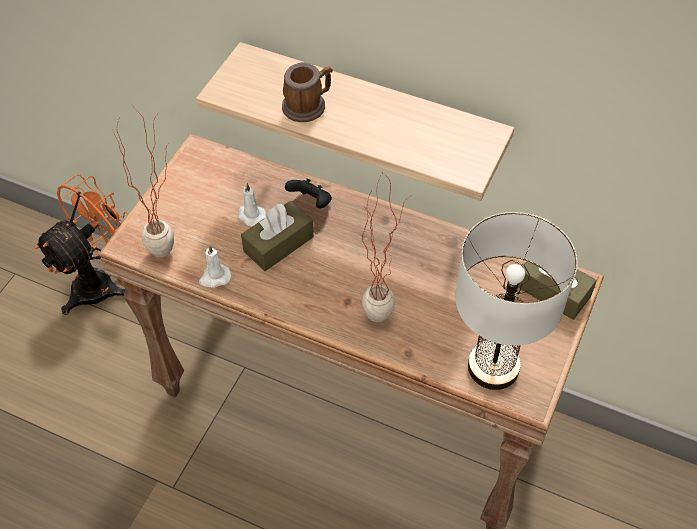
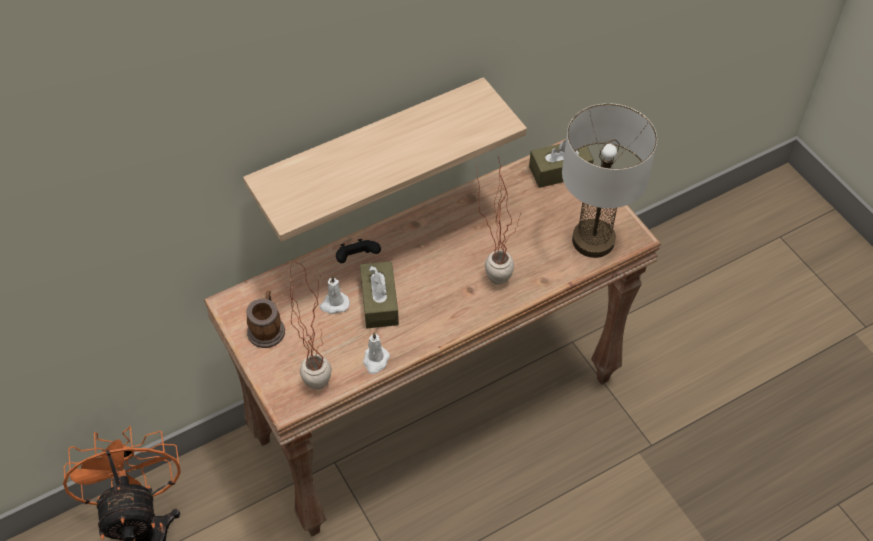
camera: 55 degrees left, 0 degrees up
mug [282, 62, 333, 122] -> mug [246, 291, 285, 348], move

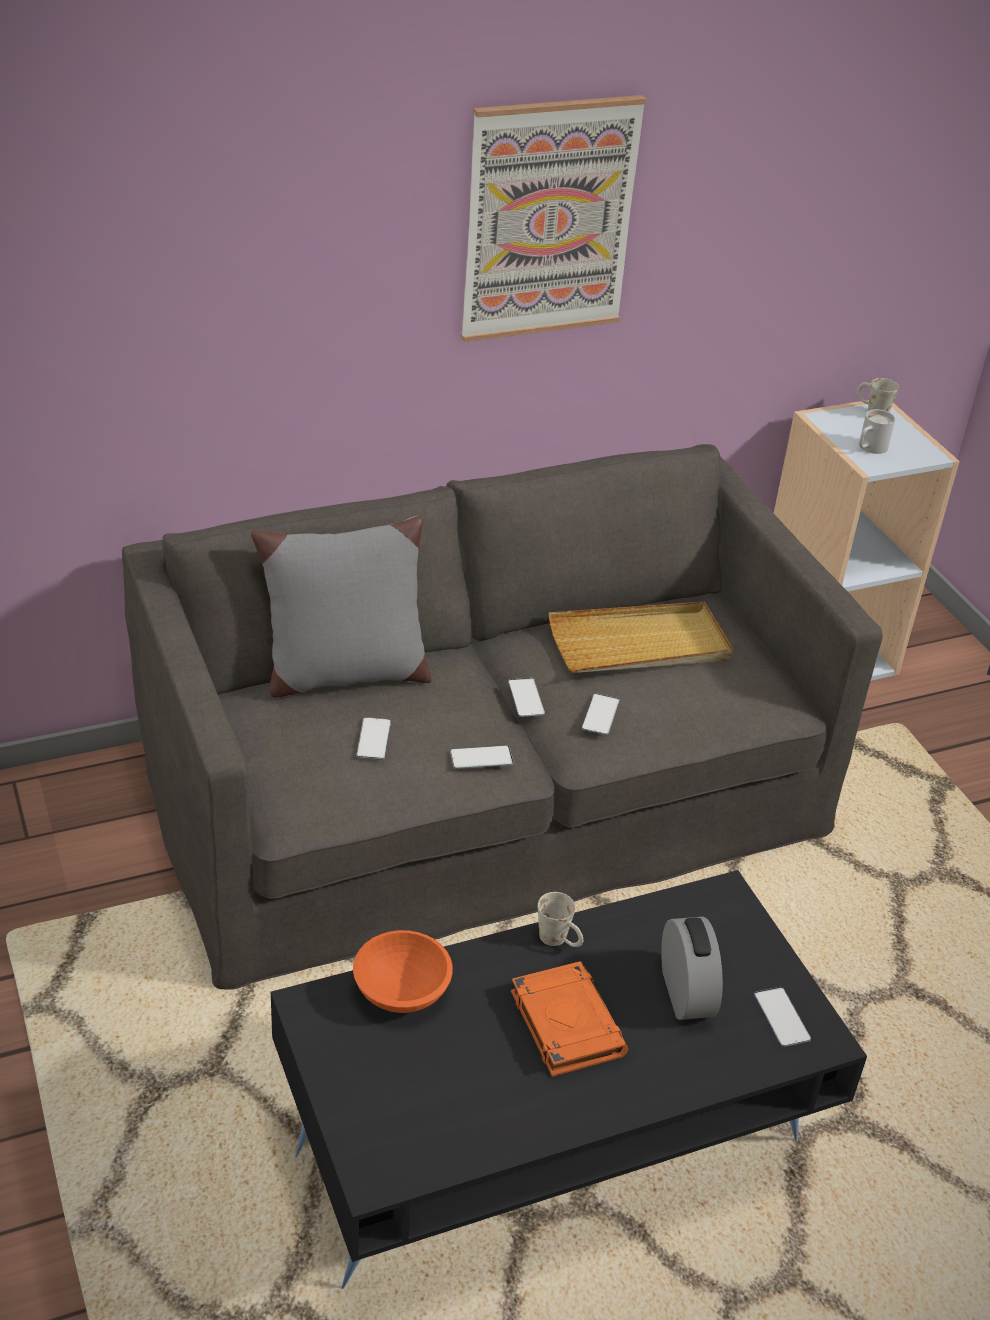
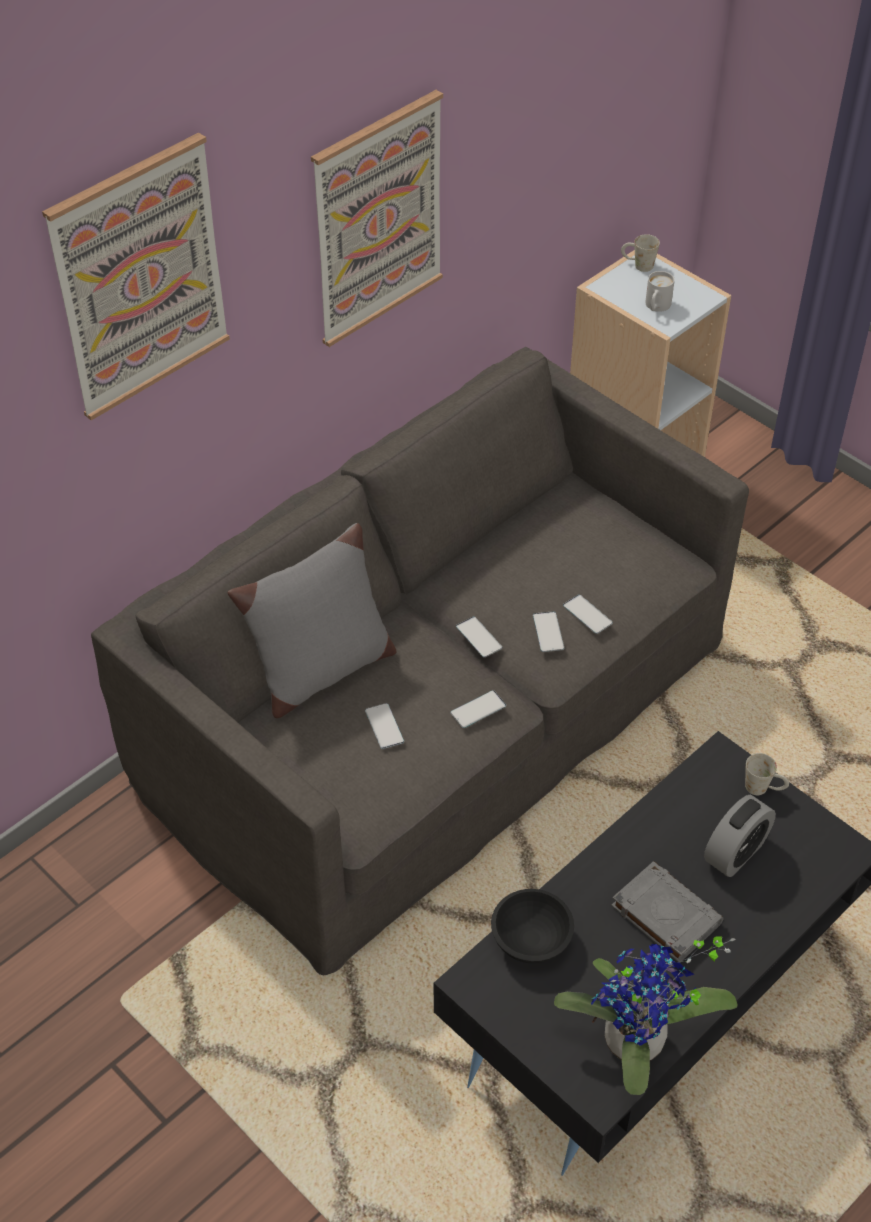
camera: 20 degrees left, 10 degrees up
none -> picture [42, 133, 230, 420]
bowl in orange [353, 930, 453, 1013] -> bowl in black [491, 889, 574, 964]
none -> potted plant [554, 937, 738, 1095]
phone [754, 987, 811, 1047] -> phone [563, 594, 613, 634], move
book in orange [511, 961, 628, 1077] -> book in grey [611, 861, 723, 962]
alarm clock [661, 917, 723, 1020] -> alarm clock [704, 795, 776, 877], 75 degrees clockwise
mug in white [538, 892, 583, 947] -> mug in white [745, 753, 789, 795], move
tray in beige [549, 602, 733, 673] -> none

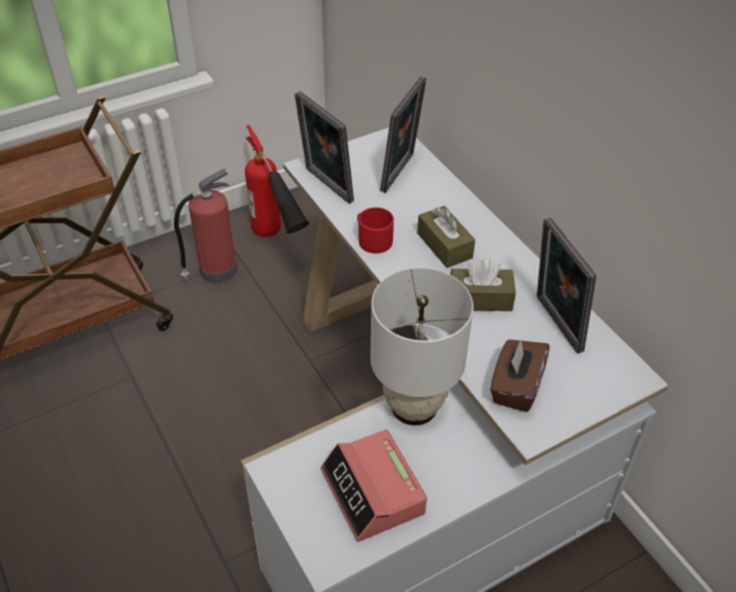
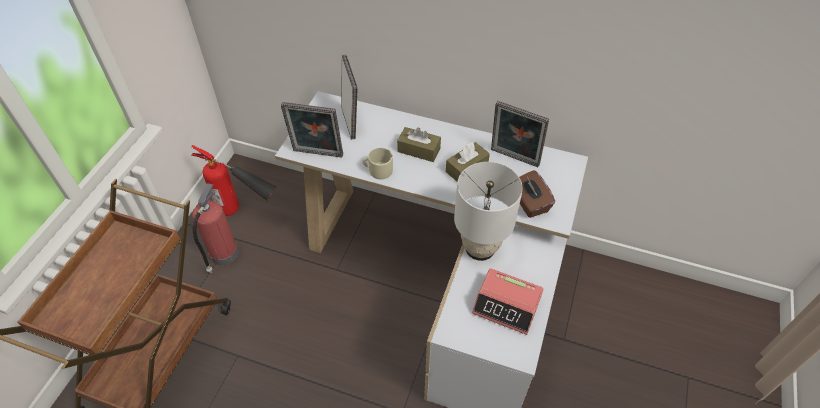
camera: 40 degrees left, 5 degrees up
mug in red [357, 207, 394, 254] -> mug in beige [362, 148, 393, 180]

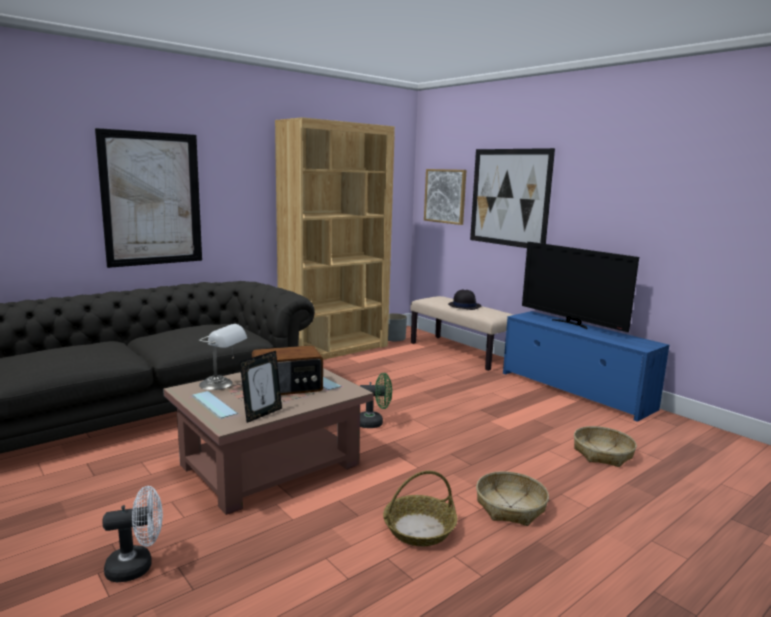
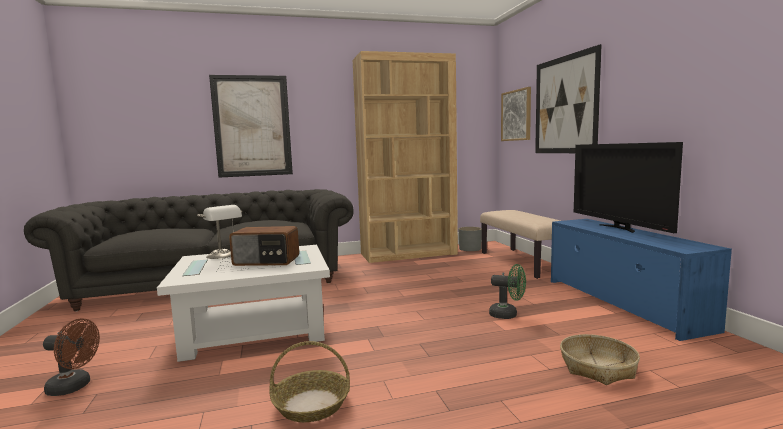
camera: 25 degrees right, 5 degrees down
fan in white [103, 486, 163, 582] -> fan in brown [43, 318, 100, 396]
coffee table in brown [163, 368, 374, 515] -> coffee table in white [157, 245, 330, 362]
fan in green [360, 373, 392, 428] -> fan in green [489, 264, 526, 319], move
picture frame [240, 351, 282, 423] -> none
hat in black [448, 289, 481, 310] -> none
basket [476, 471, 549, 526] -> none

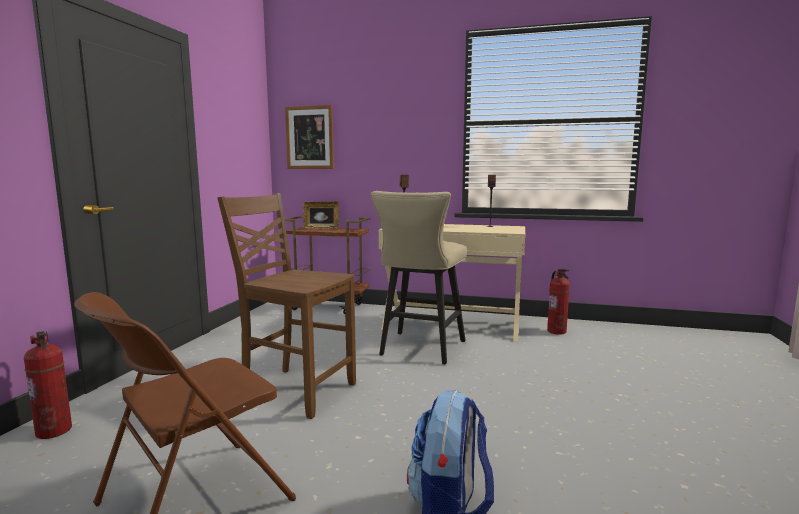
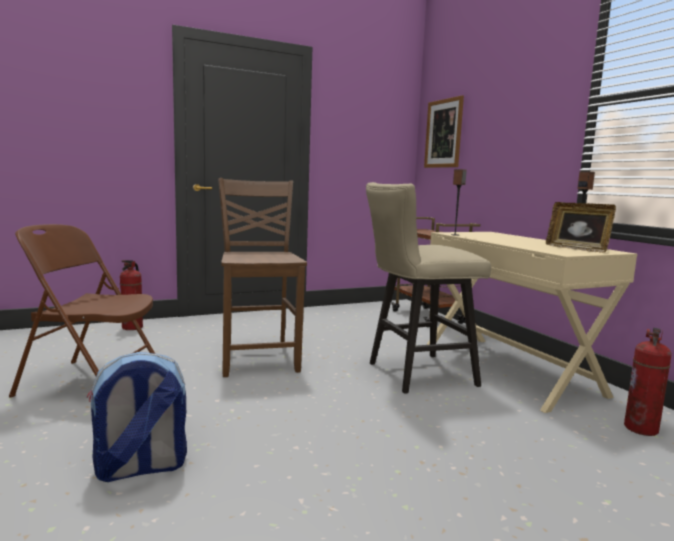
camera: 50 degrees right, 0 degrees up
picture frame [303, 202, 339, 229] -> picture frame [546, 202, 616, 253], move

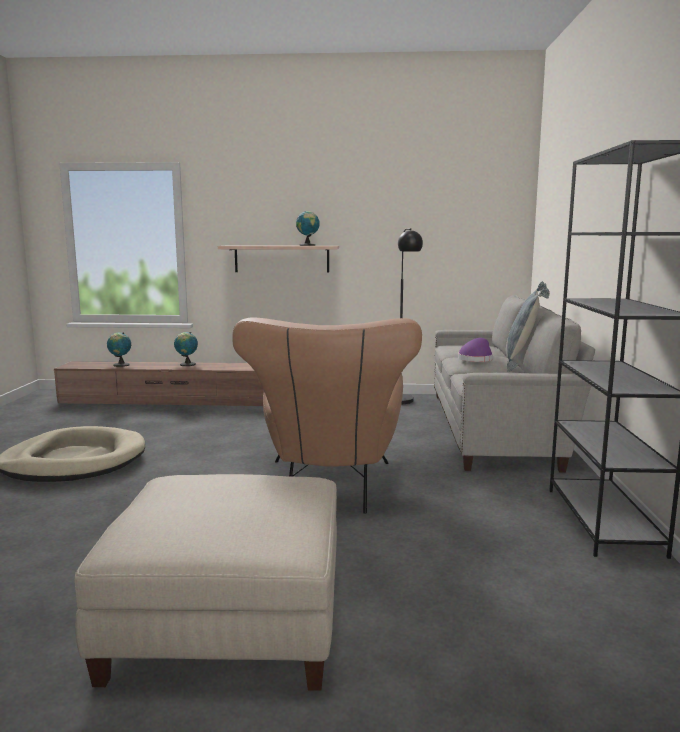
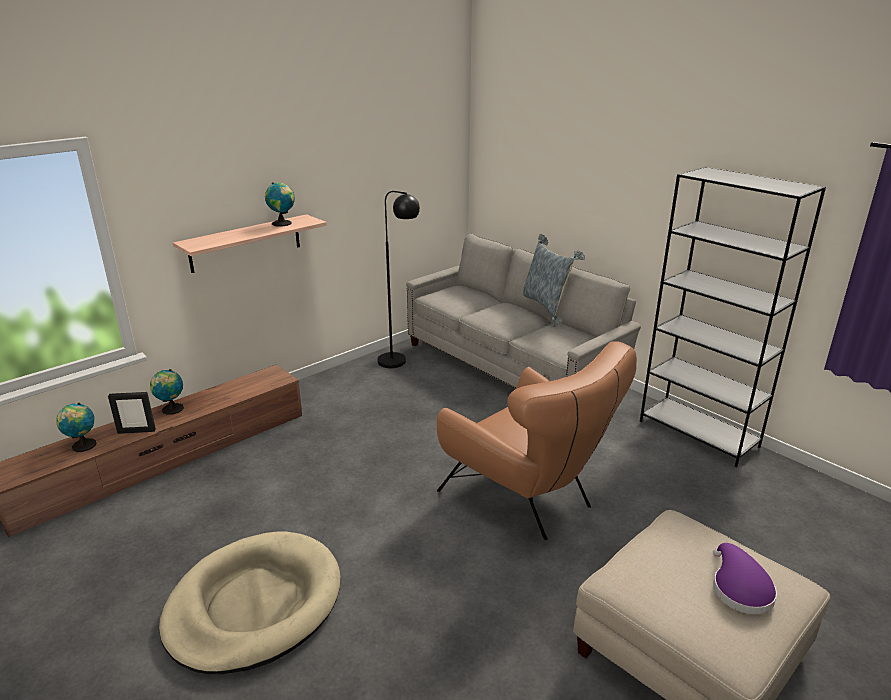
camera: 45 degrees left, 15 degrees up
none -> picture frame [108, 392, 156, 434]
hat in purple [458, 338, 493, 362] -> hat in purple [713, 543, 777, 614], move

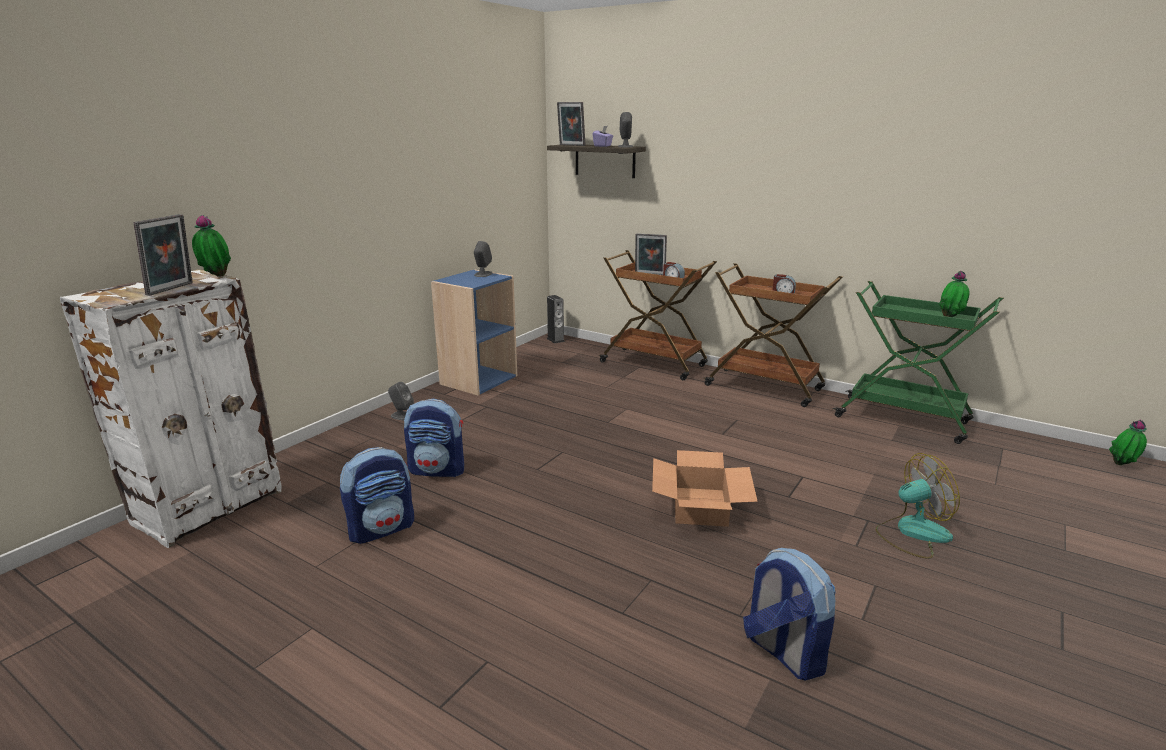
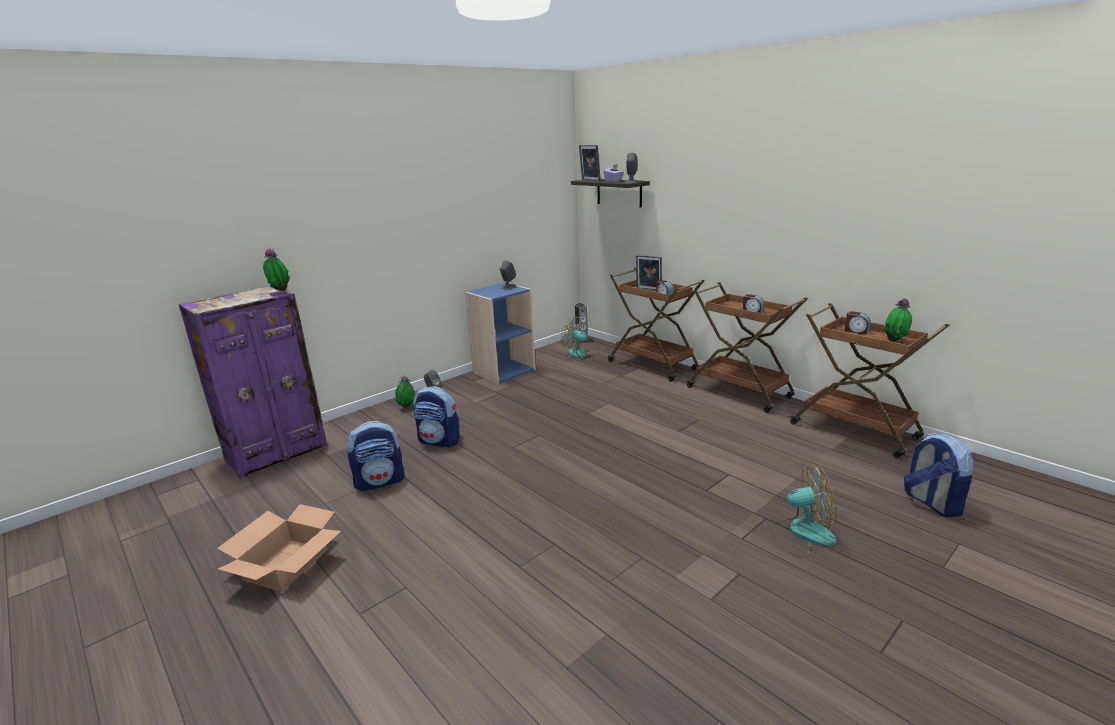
camera: 15 degrees right, 0 degrees up
cabinet in white [60, 269, 282, 548] -> cabinet in purple [179, 286, 327, 479]
cardboard box [652, 450, 758, 527] -> cardboard box [217, 504, 341, 592], move
potted plant [1109, 420, 1147, 465] -> potted plant [395, 376, 414, 408], move
none -> fan [561, 317, 600, 360]
cart in green [833, 281, 1004, 444] -> cart in brown [789, 303, 950, 459]
none -> alarm clock [845, 311, 871, 335]
backpack [743, 548, 835, 681] -> backpack [904, 433, 973, 517], move
picture frame [133, 214, 193, 296] -> none

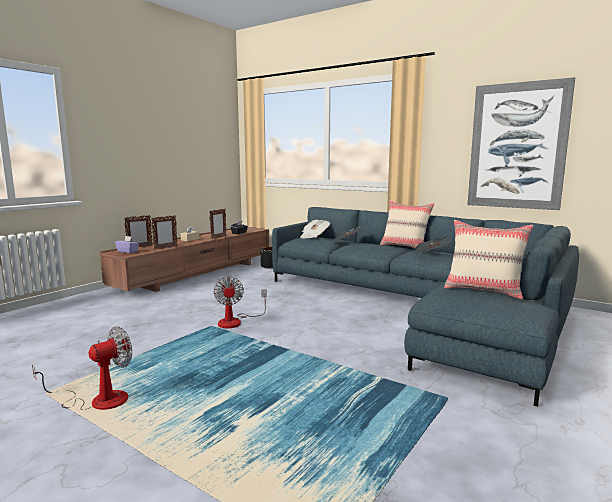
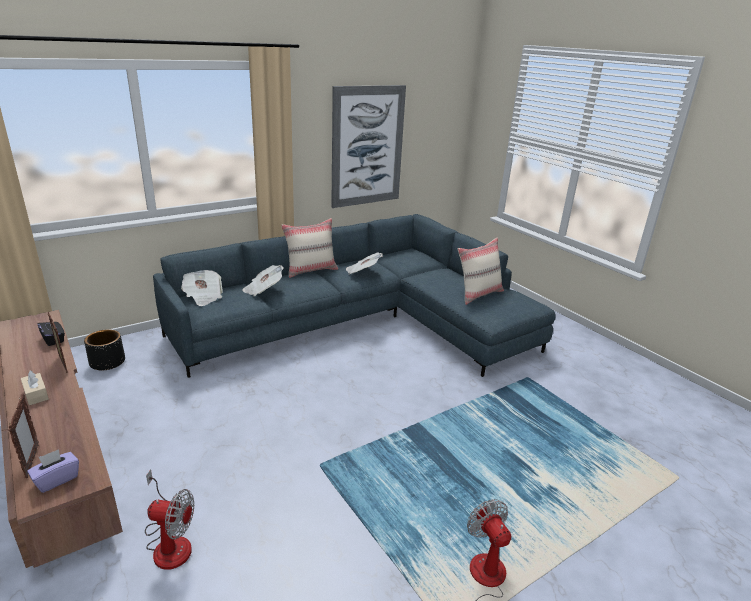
camera: 70 degrees left, 15 degrees up
fan [214, 277, 267, 328] -> fan [145, 469, 194, 570], move
picture frame [151, 215, 177, 250] -> none

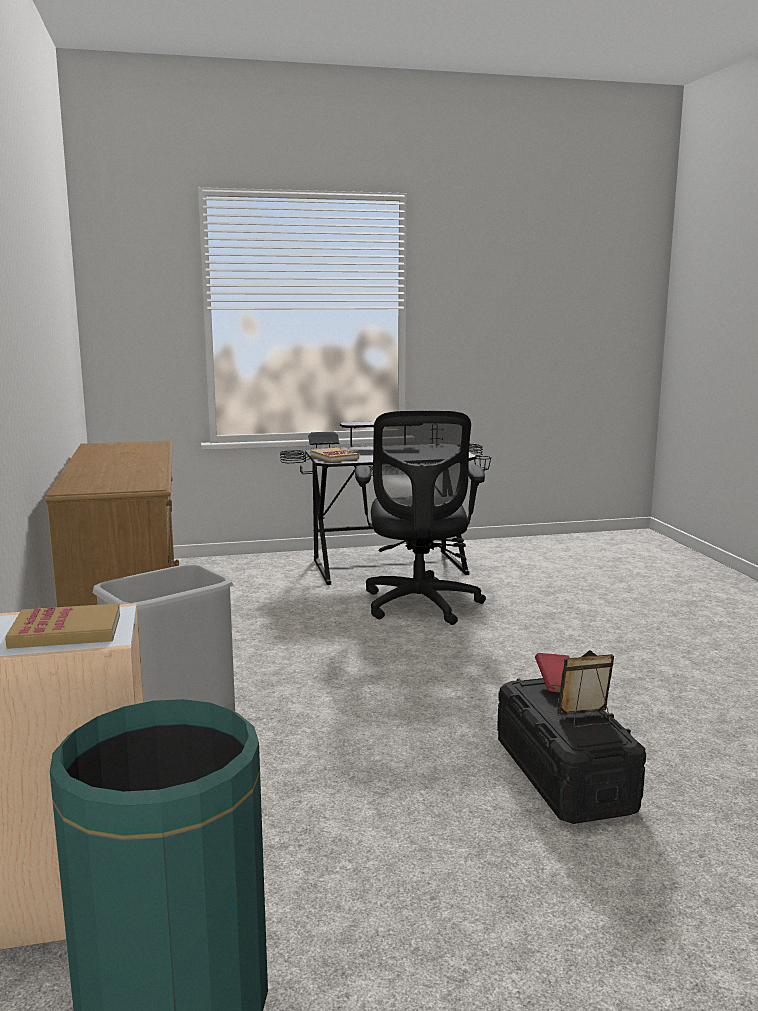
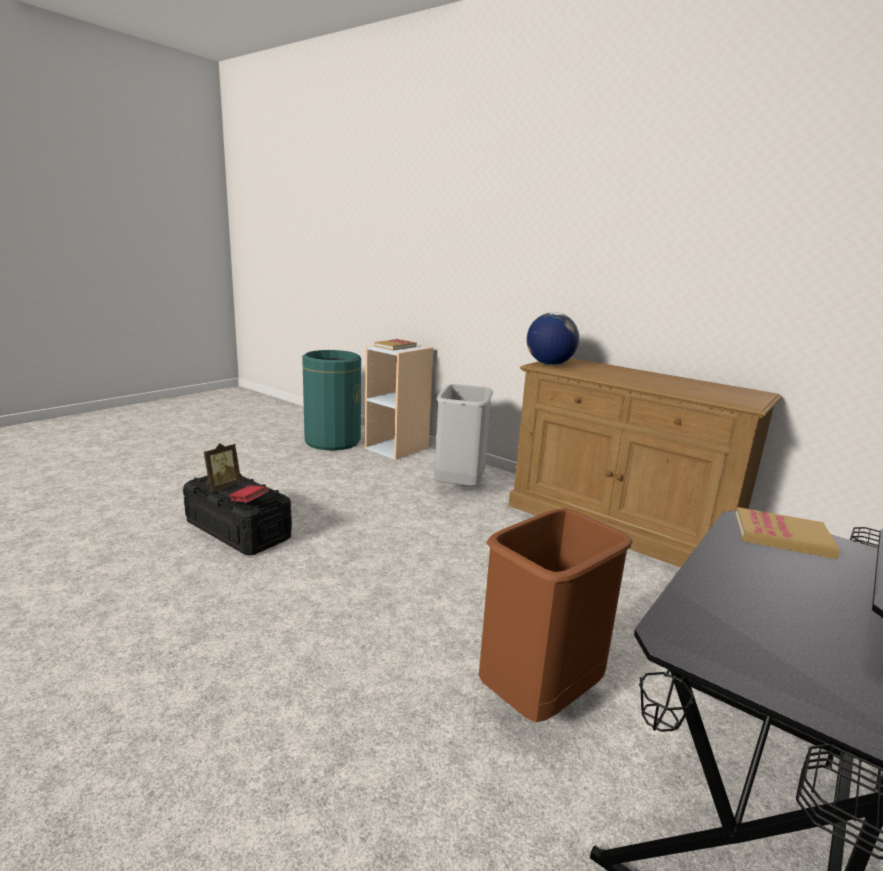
camera: 140 degrees right, 5 degrees up
office chair in black [355, 410, 486, 625] -> trash can in brown [479, 508, 632, 722]
none -> globe [527, 312, 579, 365]

